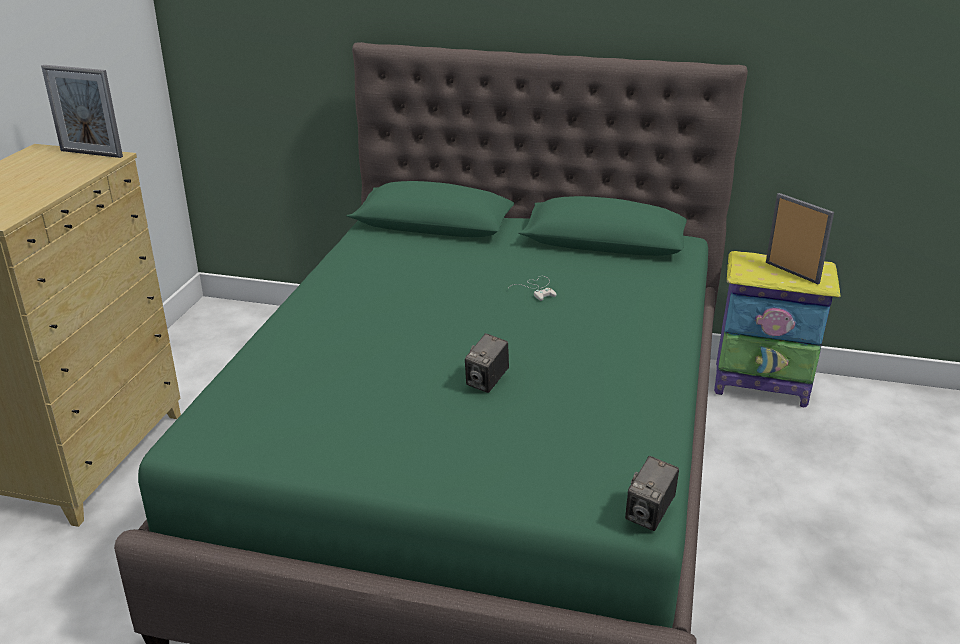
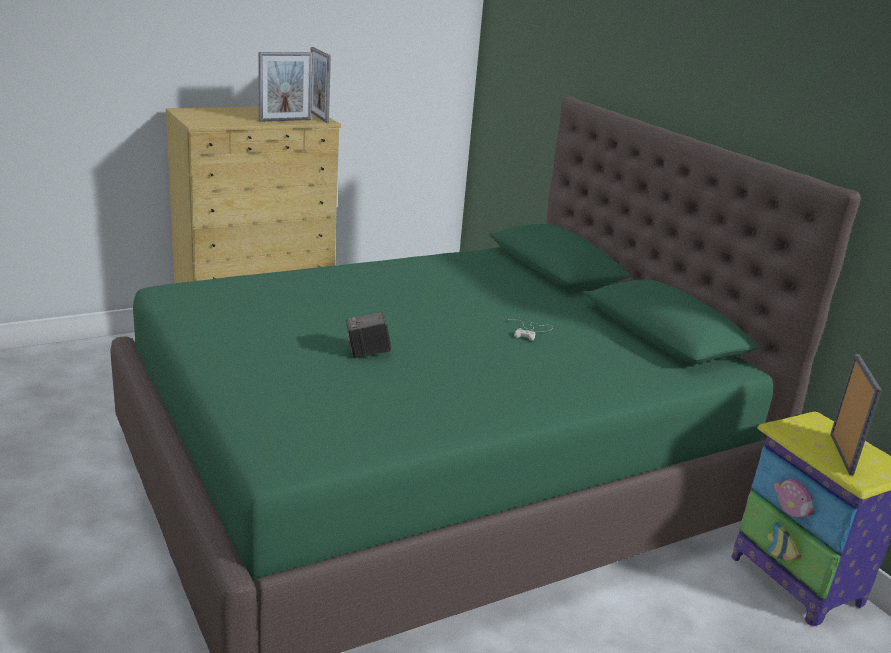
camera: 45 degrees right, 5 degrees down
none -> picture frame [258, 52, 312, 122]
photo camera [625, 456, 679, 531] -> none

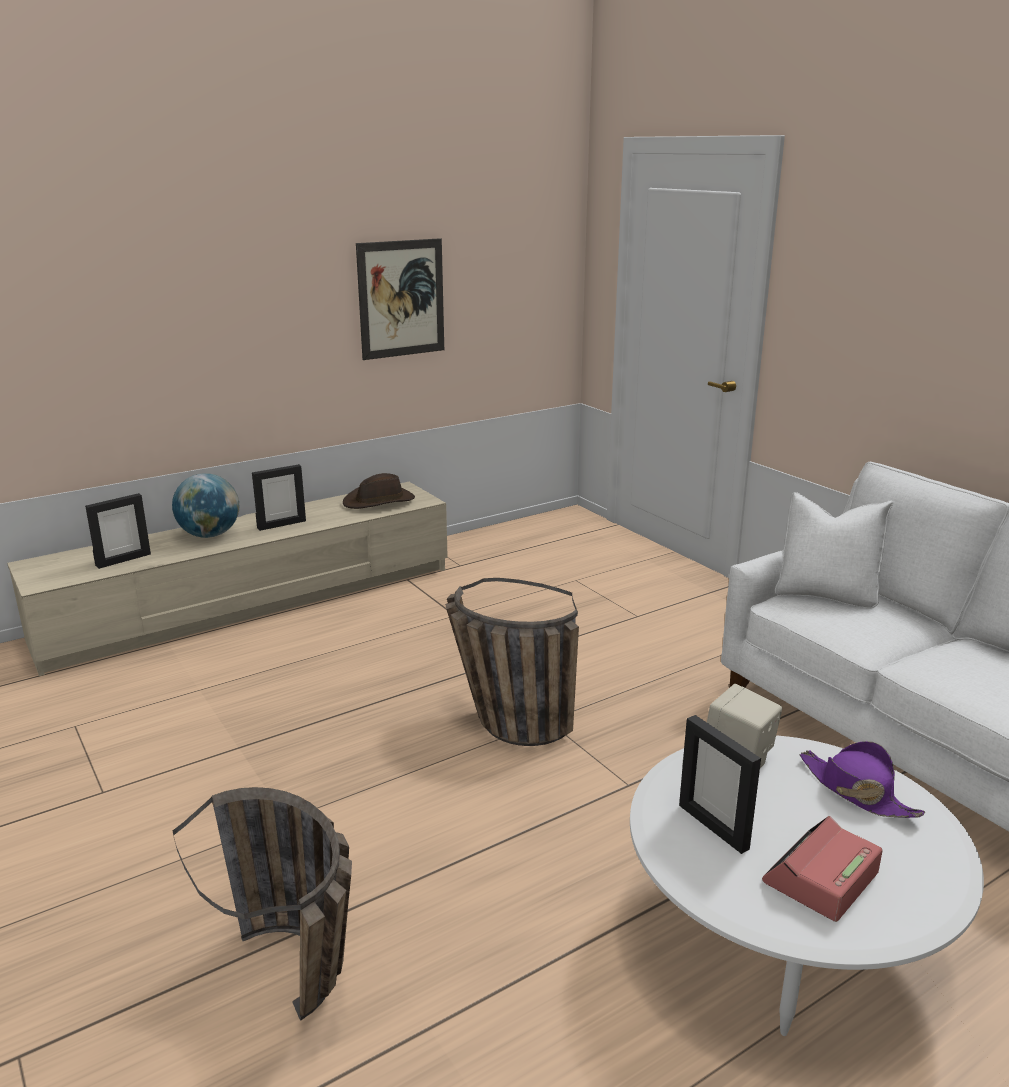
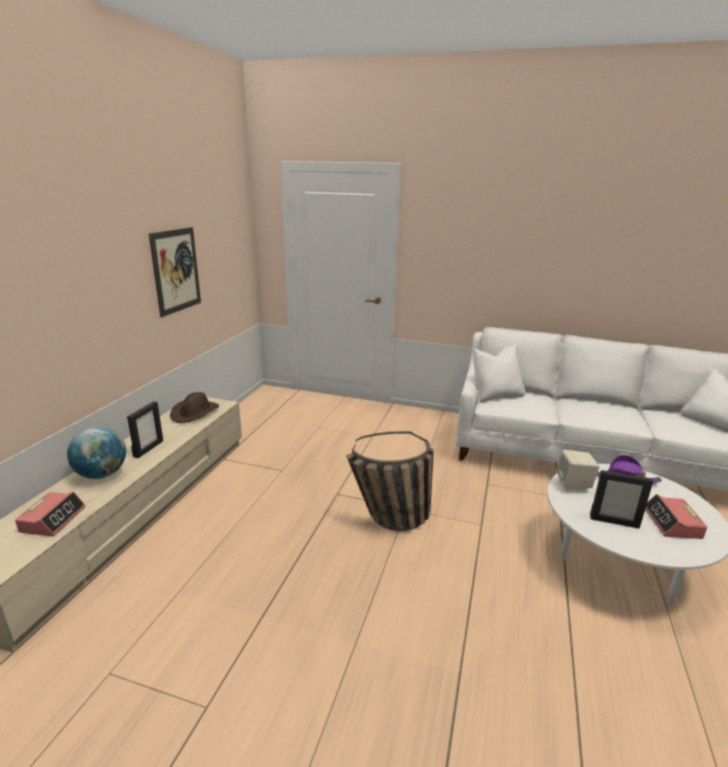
camera: 40 degrees left, 0 degrees up
picture frame [85, 493, 151, 569] -> alarm clock [15, 492, 86, 537]
basket [173, 787, 352, 1020] -> none

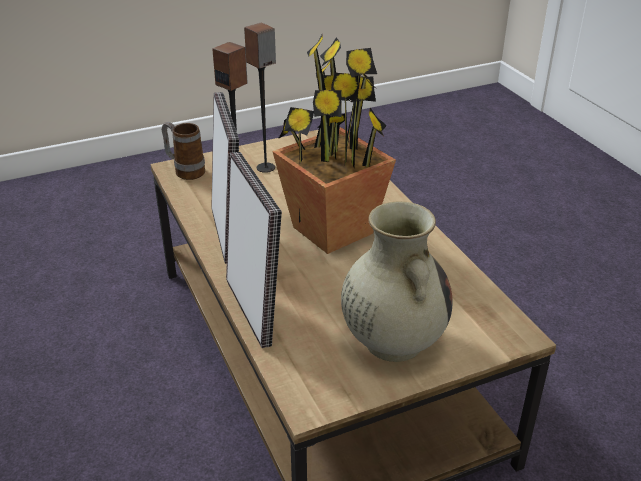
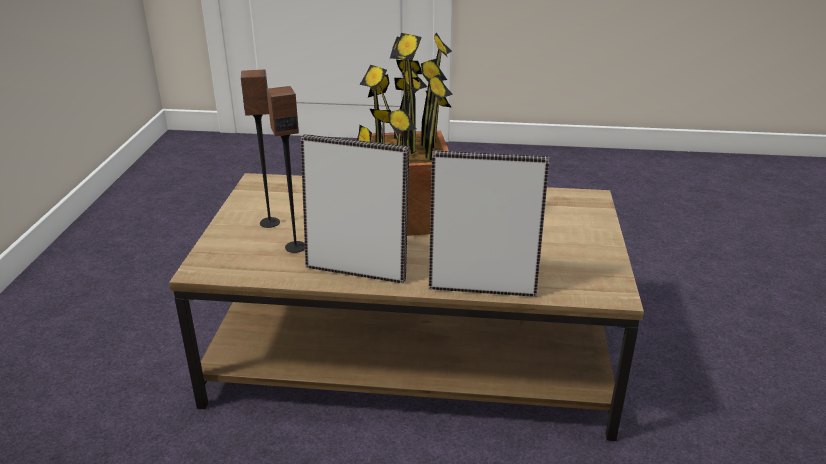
camera: 60 degrees left, 5 degrees down
mug [162, 122, 205, 180] -> none
vase in beige [341, 201, 453, 362] -> none

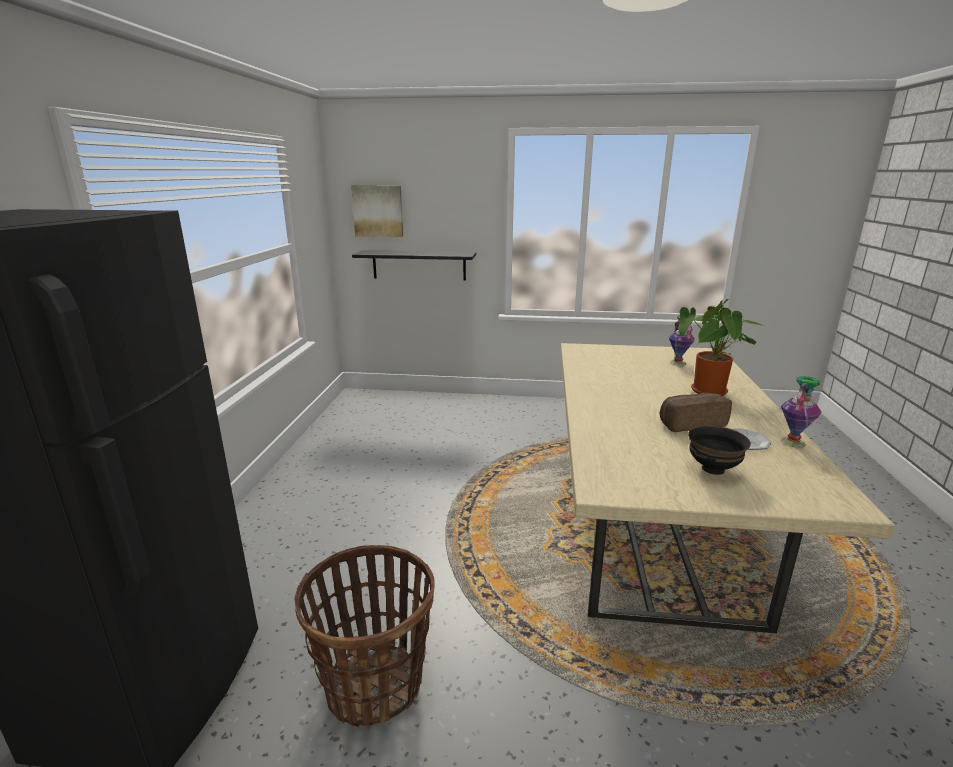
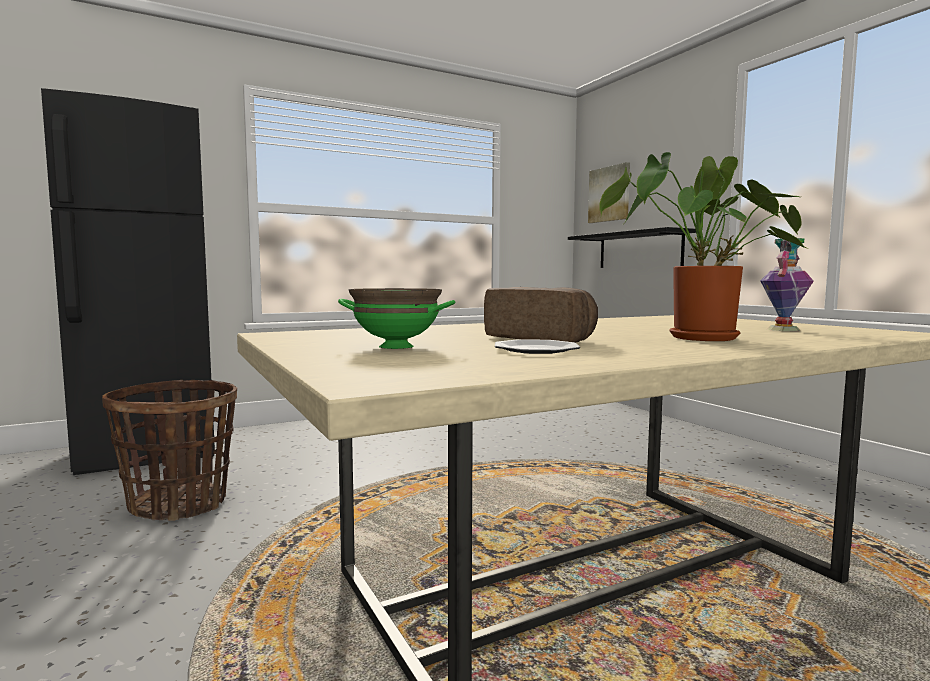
camera: 55 degrees right, 15 degrees down
bowl in black [688, 425, 751, 475] -> bowl in green [338, 288, 455, 349]
vase [781, 376, 822, 448] -> none

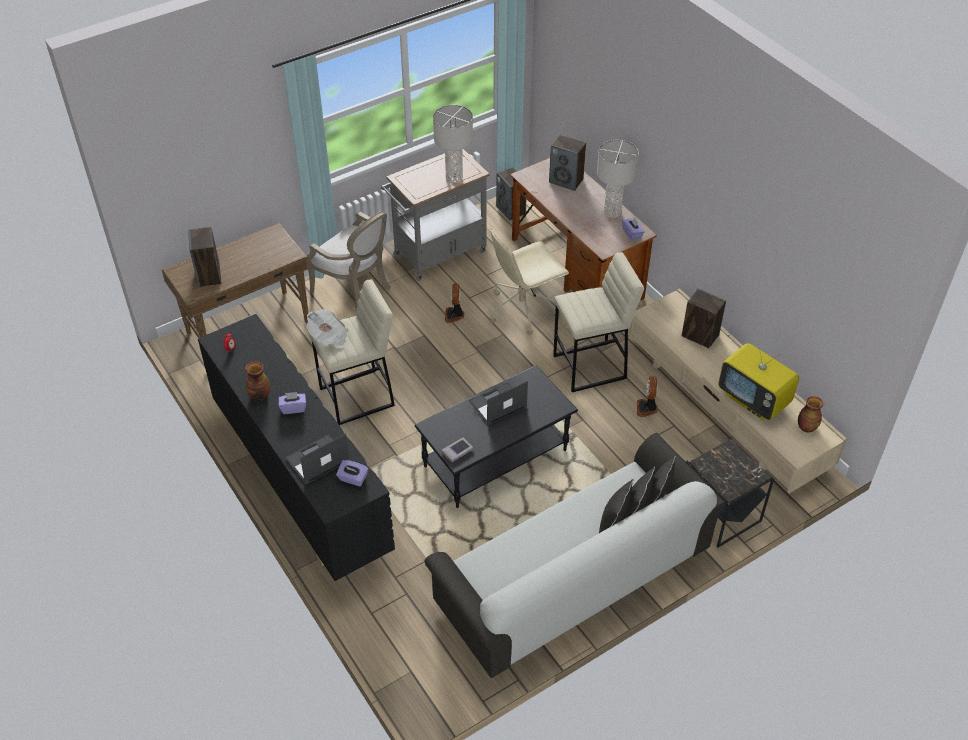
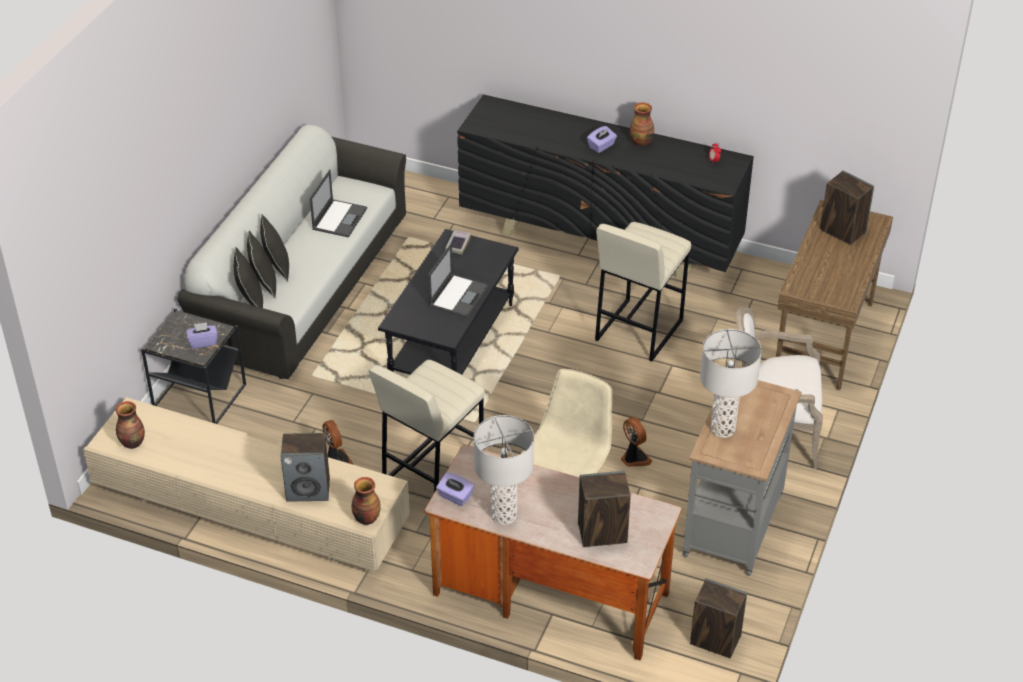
camera: 145 degrees right, 5 degrees down
tissue box in purple [336, 460, 368, 486] -> tissue box in purple [186, 322, 218, 349], move
laptop [285, 433, 350, 485] -> laptop [310, 169, 367, 238], move
none -> vase [352, 477, 381, 525]
newspaper [306, 309, 348, 348] -> none
television [718, 340, 799, 420] -> none

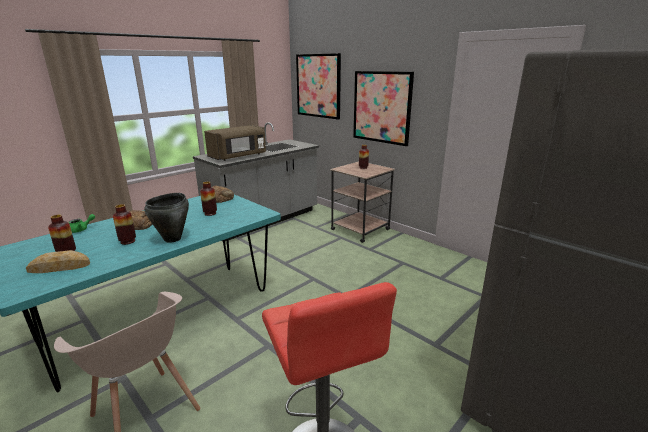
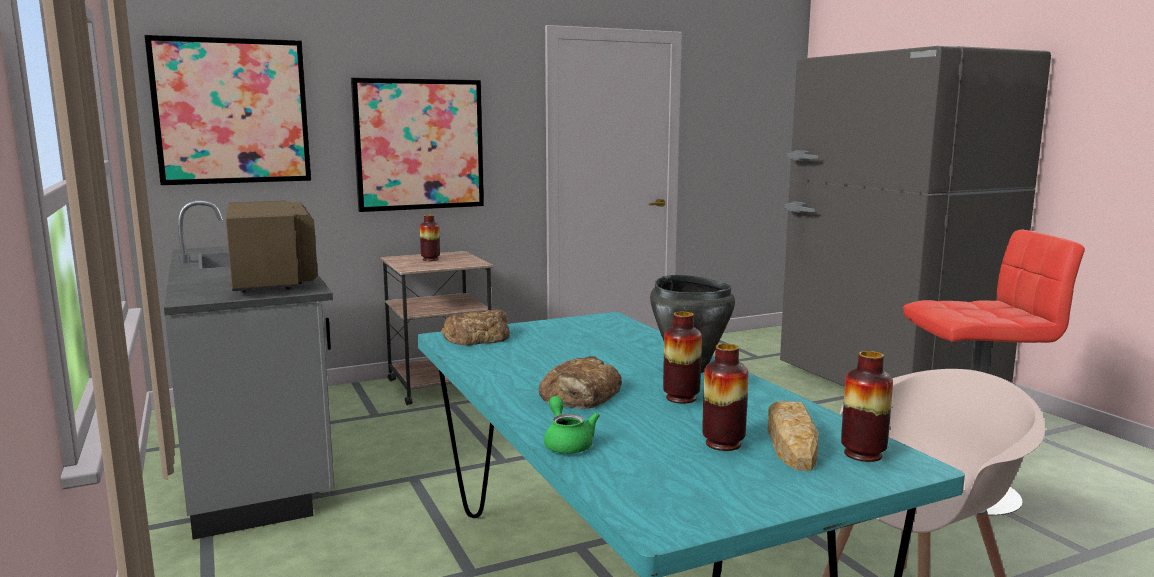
camera: 70 degrees left, 10 degrees down
vase [200, 182, 217, 216] -> vase [841, 351, 893, 462], move

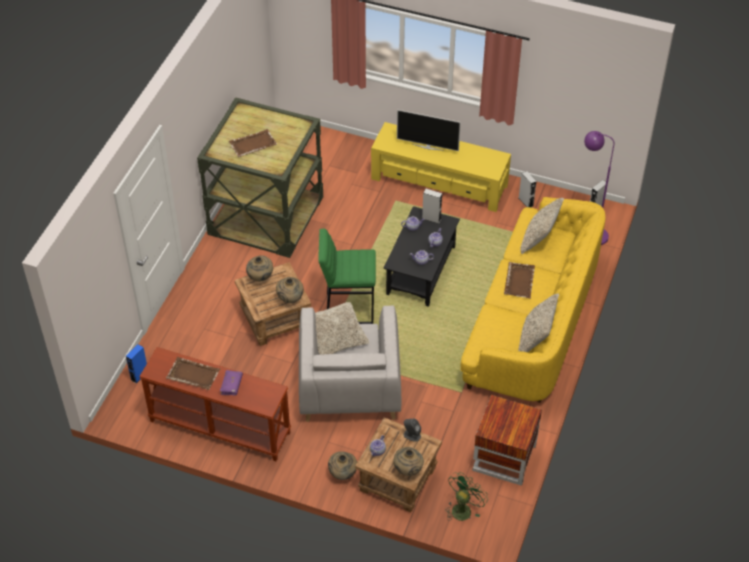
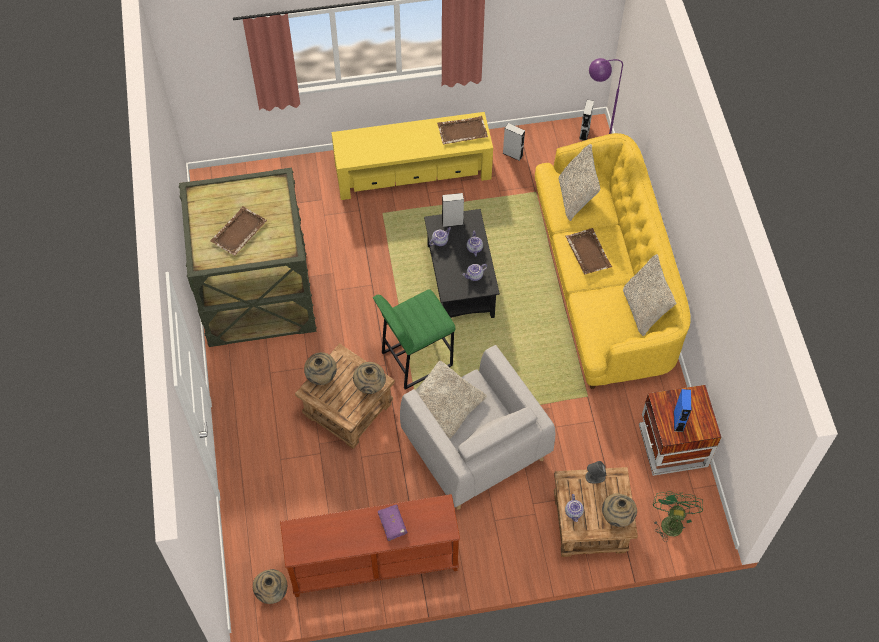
camera: 30 degrees left, 10 degrees up
vase in beige [328, 452, 357, 480] -> vase in beige [253, 569, 287, 604], move
tray in brown [166, 357, 220, 390] -> tray in brown [437, 116, 488, 144], move
speaker in blue [126, 344, 147, 384] -> speaker in blue [674, 389, 691, 432], move
television [397, 110, 461, 151] -> none

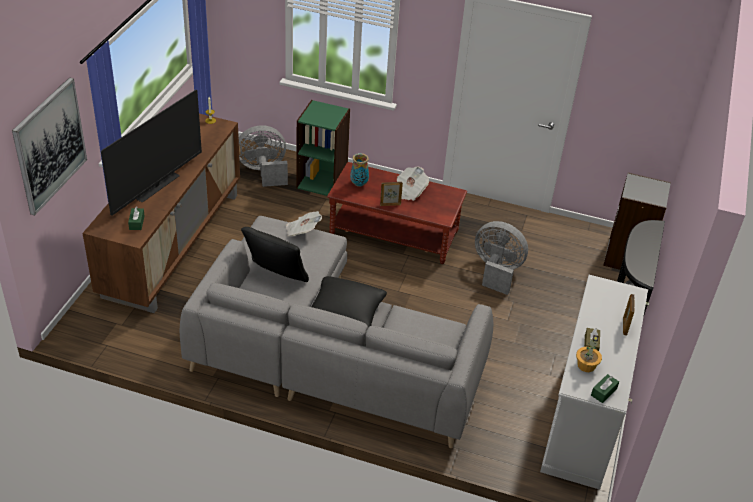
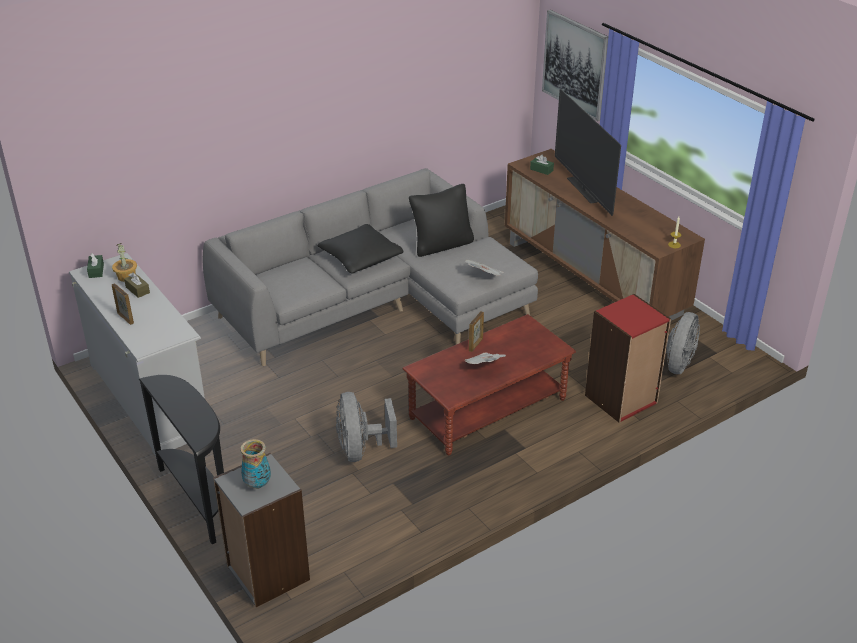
camera: 130 degrees right, 5 degrees down
vase [350, 153, 369, 187] -> vase [240, 439, 271, 489], move
fan in grey [475, 221, 528, 295] -> fan in grey [336, 392, 397, 462], 105 degrees clockwise
bookcase in green [296, 100, 350, 196] -> bookcase in red [585, 294, 671, 423]

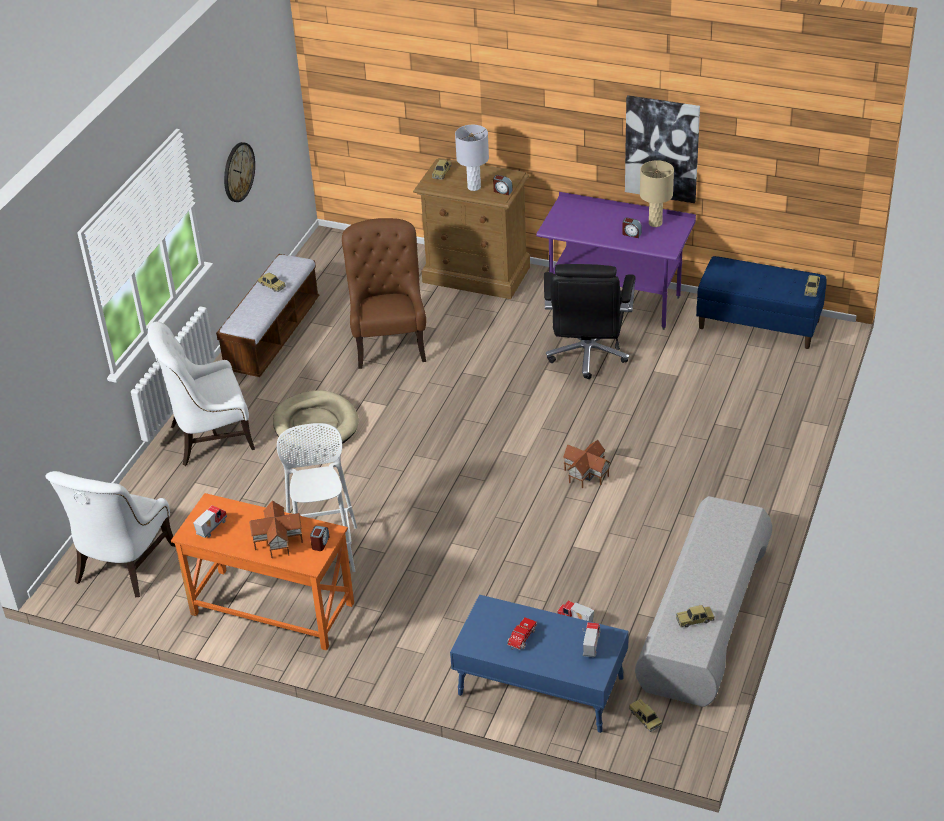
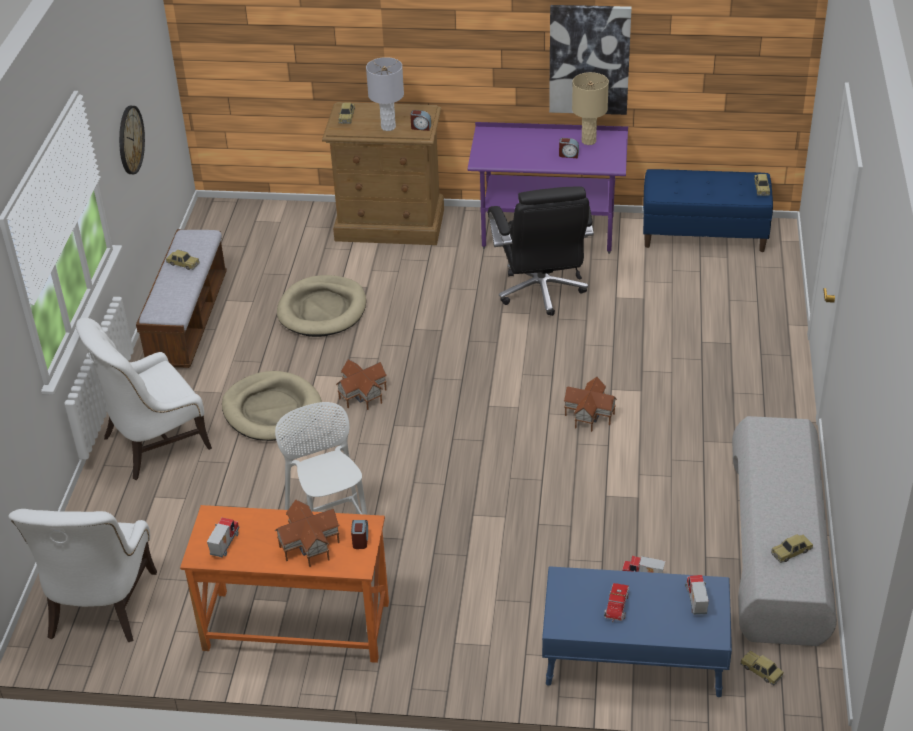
camera: 15 degrees left, 0 degrees up
chair in brown [342, 218, 426, 369] -> dog bed in beige [277, 275, 366, 337]
none -> toy house [336, 359, 387, 410]

